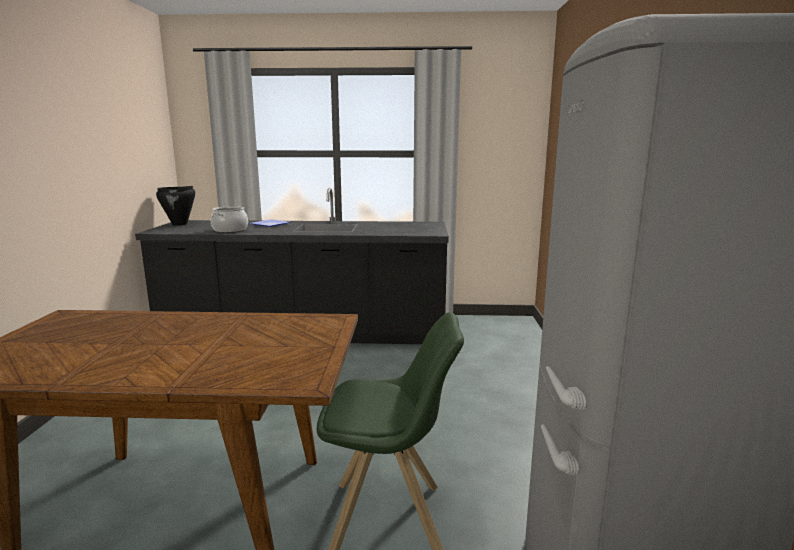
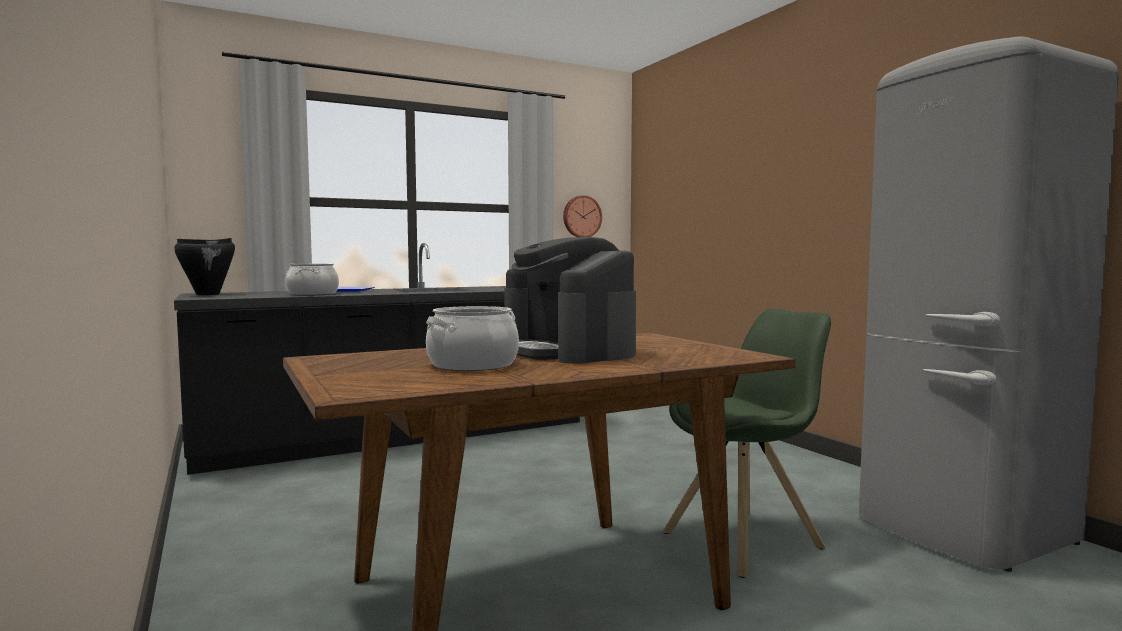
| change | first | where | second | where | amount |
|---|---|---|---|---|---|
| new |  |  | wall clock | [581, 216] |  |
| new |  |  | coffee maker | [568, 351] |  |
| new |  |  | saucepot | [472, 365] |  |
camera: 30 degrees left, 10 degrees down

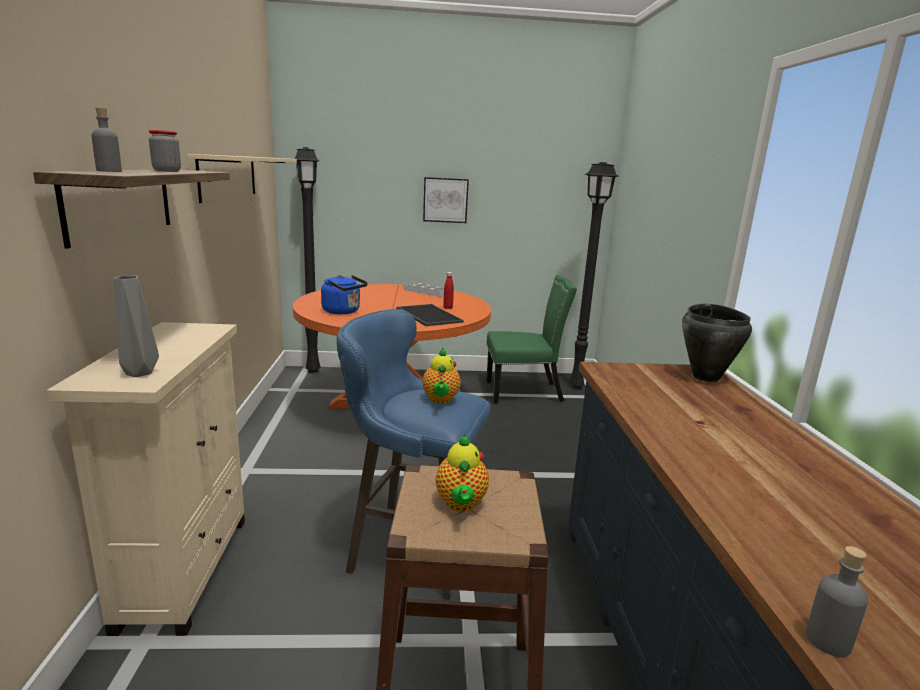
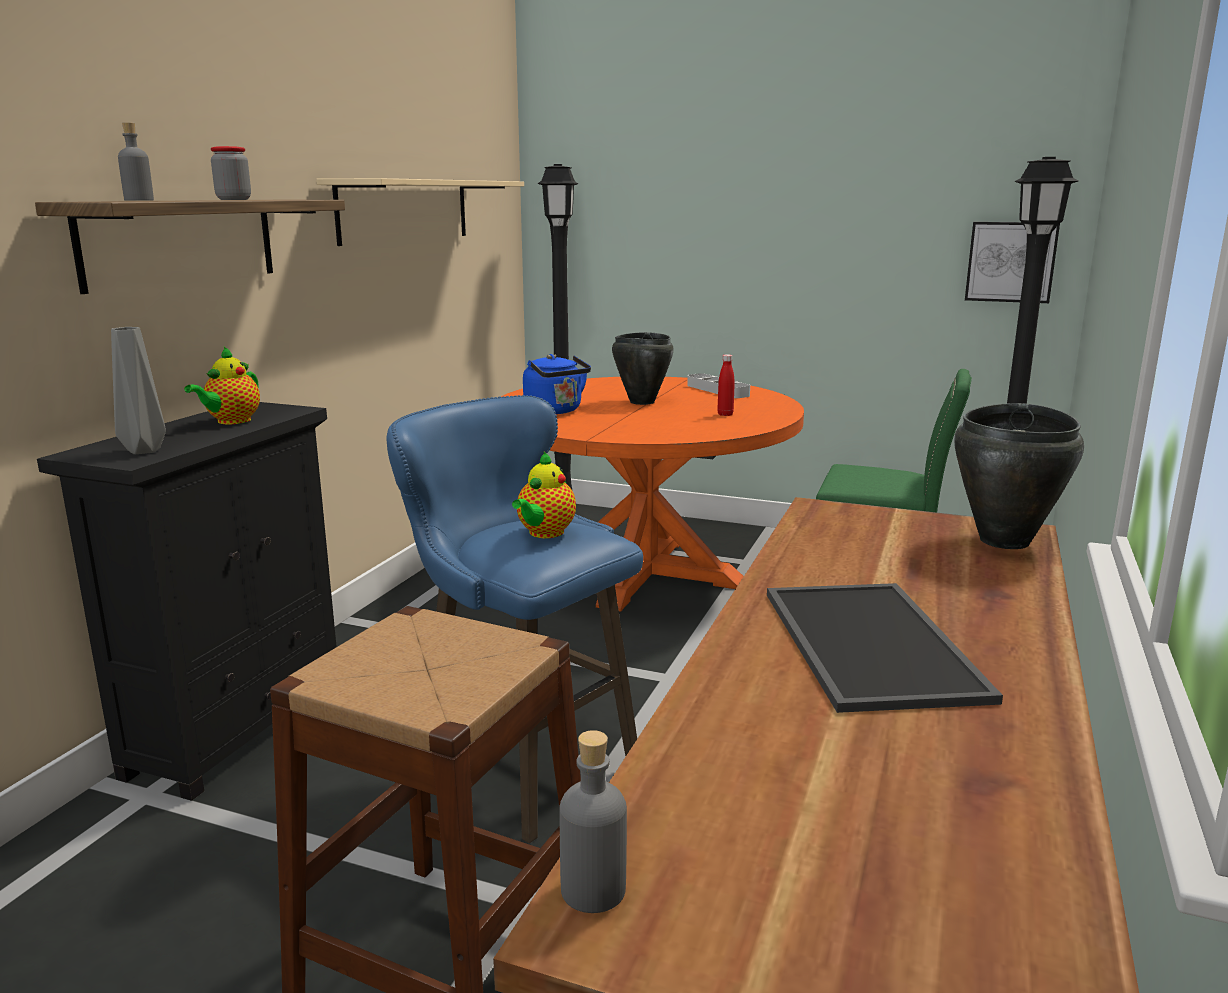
| change | first | where | second | where | amount |
|---|---|---|---|---|---|
| shifted | wall art | [445, 200] |  | [1011, 262] |  |
| shifted | tray | [427, 315] |  | [865, 642] |  |
| repainted | sand-coloured cupboard | [184, 569] | black-coloured cupboard | [237, 728] |  |
| shifted | tea pot | [461, 504] |  | [231, 421] |  |
| new |  |  | black-coloured saucepot | [641, 402] |  |
camera: 25 degrees right, 0 degrees up

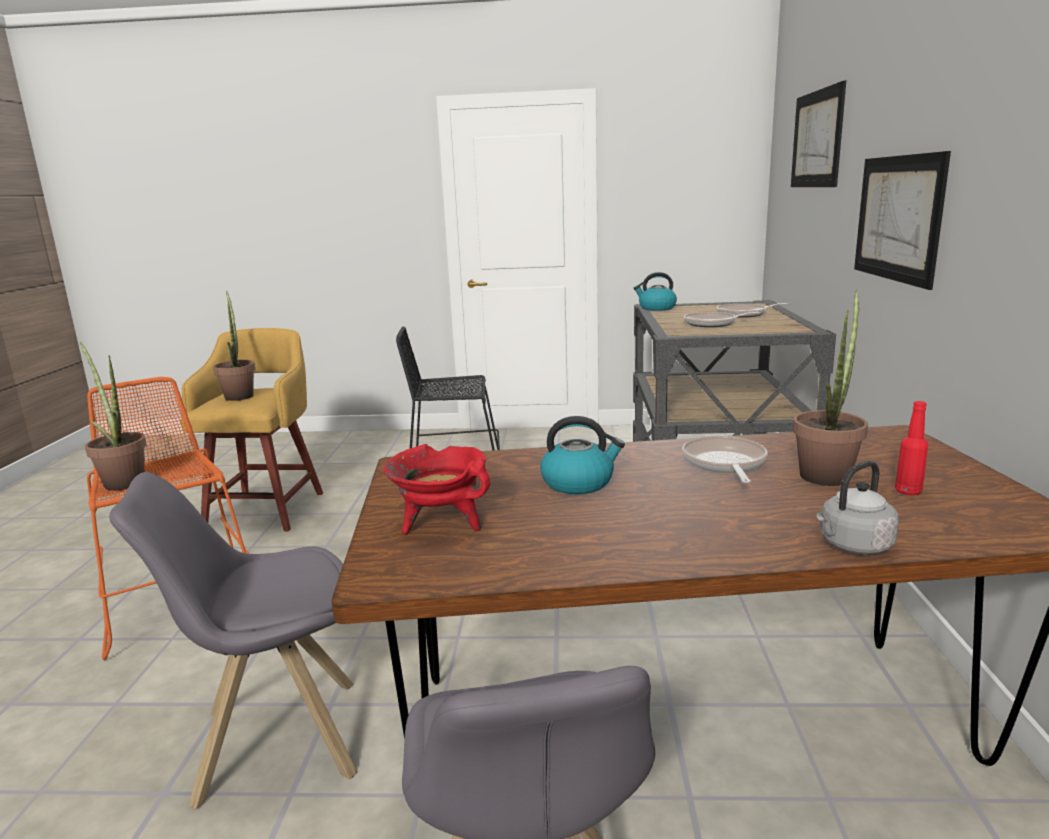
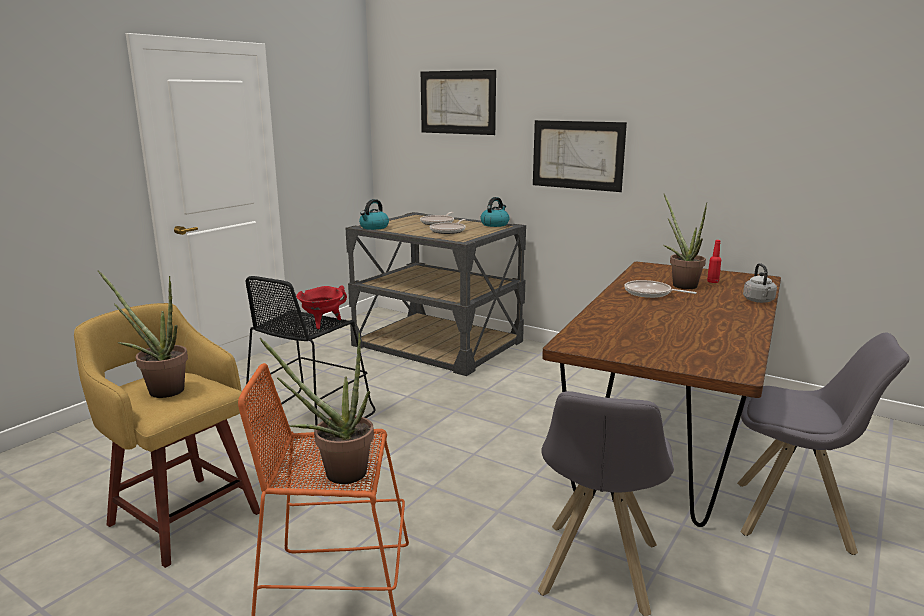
| change | first | where | second | where | amount |
|---|---|---|---|---|---|
| shifted | water kettle | [579, 482] |  | [495, 224] |  |
| shifted | red-coloured saucepot | [441, 524] |  | [322, 323] |  |
camera: 60 degrees left, 0 degrees up

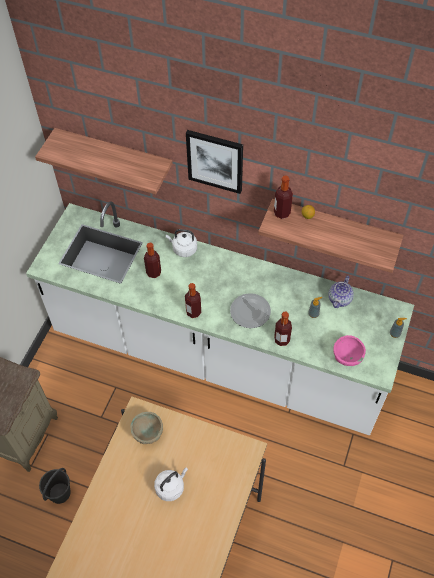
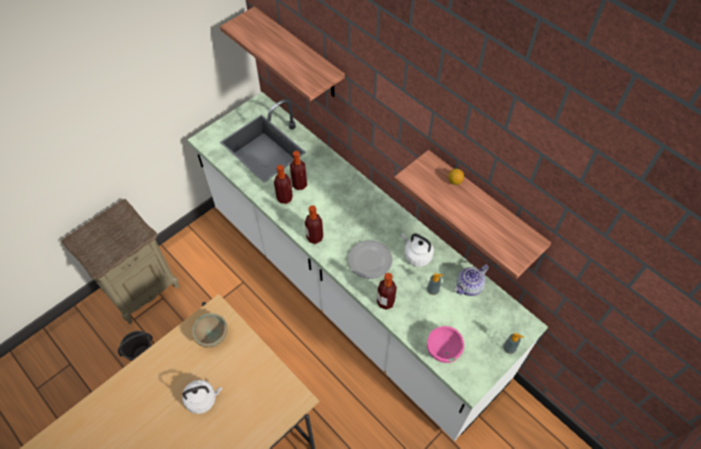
| change | first | where | second | where | amount |
|---|---|---|---|---|---|
| gone | wall art | [215, 161] |  |  |  |
| shifted | drink bottle | [282, 213] |  | [284, 198] |  |
| shifted | whitish water kettle | [183, 249] |  | [416, 255] |  |
camera: 25 degrees right, 0 degrees up

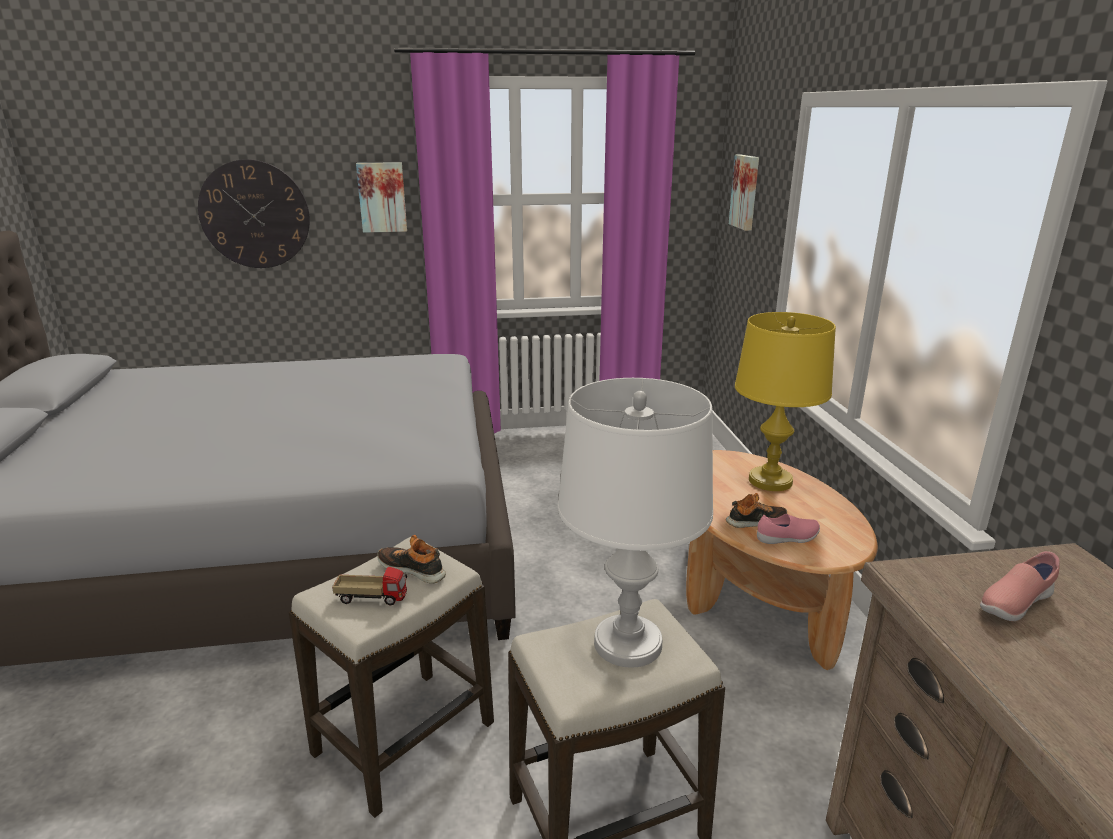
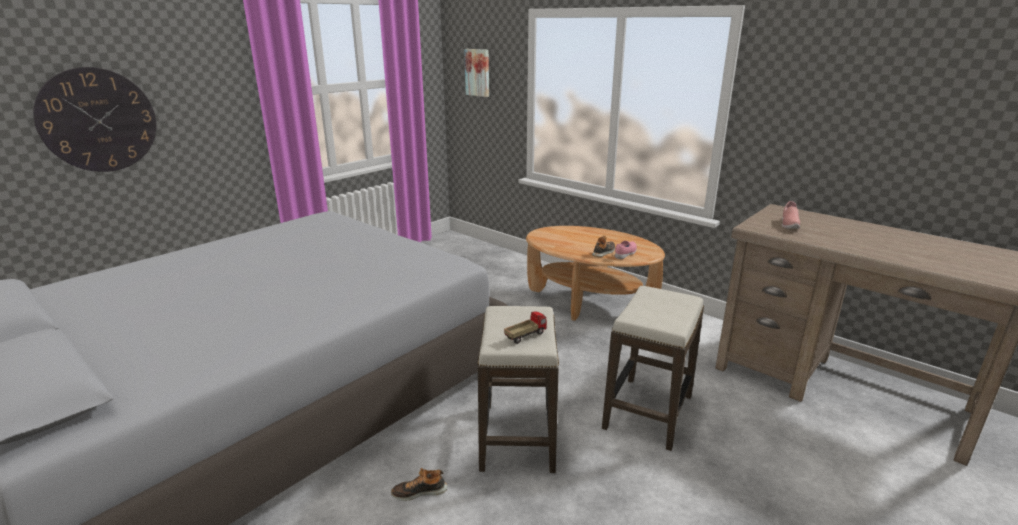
| change | first | where | second | where | amount |
|---|---|---|---|---|---|
| gone | wall art | [382, 197] |  |  |  |
| gone | yellow table lamp | [770, 481] |  |  |  |
| gone | whitish table lamp | [627, 643] |  |  |  |
| shifted | shoe | [412, 569] |  | [419, 491] |  |
camera: 40 degrees left, 0 degrees up

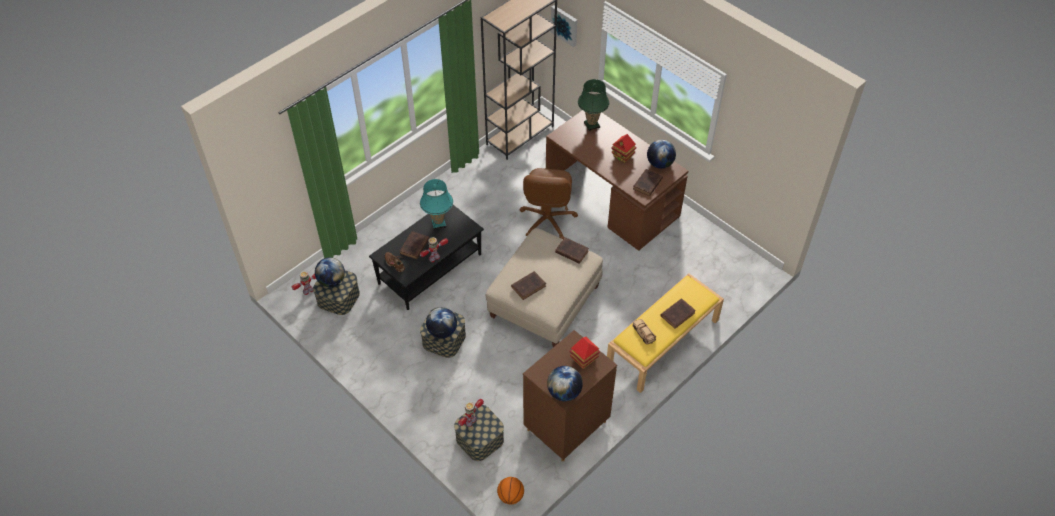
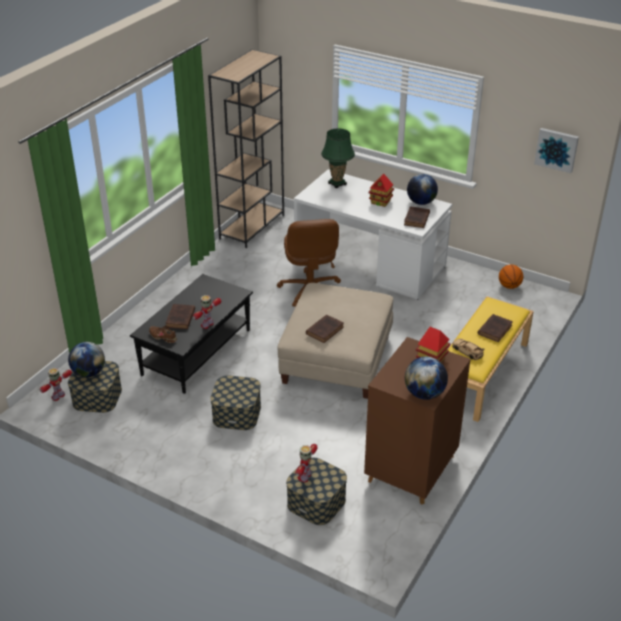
| change | first | where | second | where | amount |
|---|---|---|---|---|---|
| shifted | wall art | [565, 25] |  | [556, 149] |  |
| repainted | brownish desk unit | [612, 199] | whitish desk unit | [370, 263] |  |
| gone | blue-green table lamp | [438, 223] |  |  |  |
| gone | brownish bound book | [571, 251] |  |  |  |
| gone | world globe | [442, 331] |  |  |  |
| shifted | basketball | [510, 496] |  | [509, 286] |  |
camera: 15 degrees left, 15 degrees down

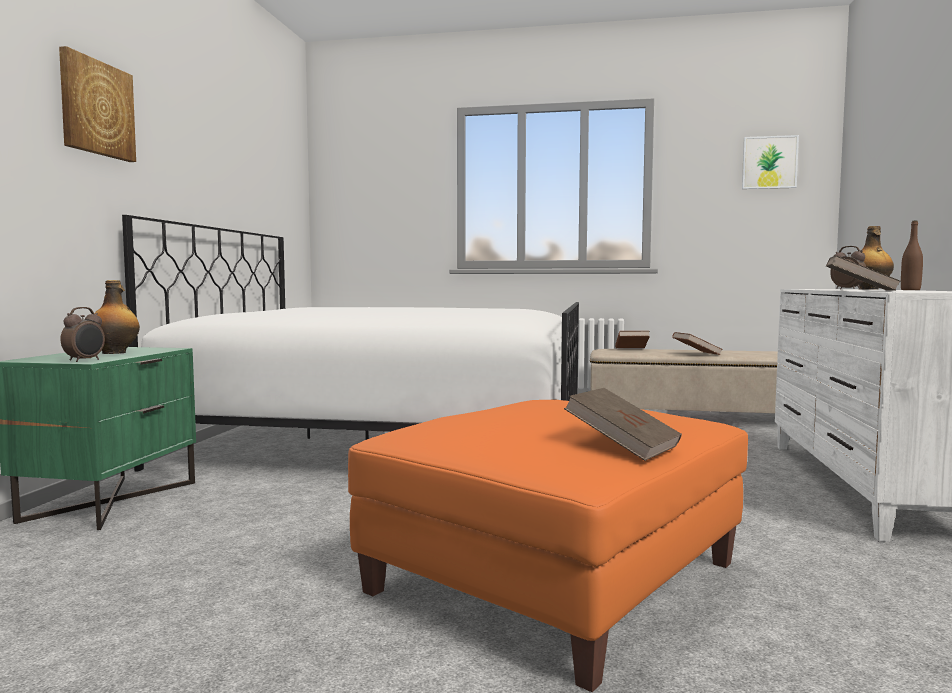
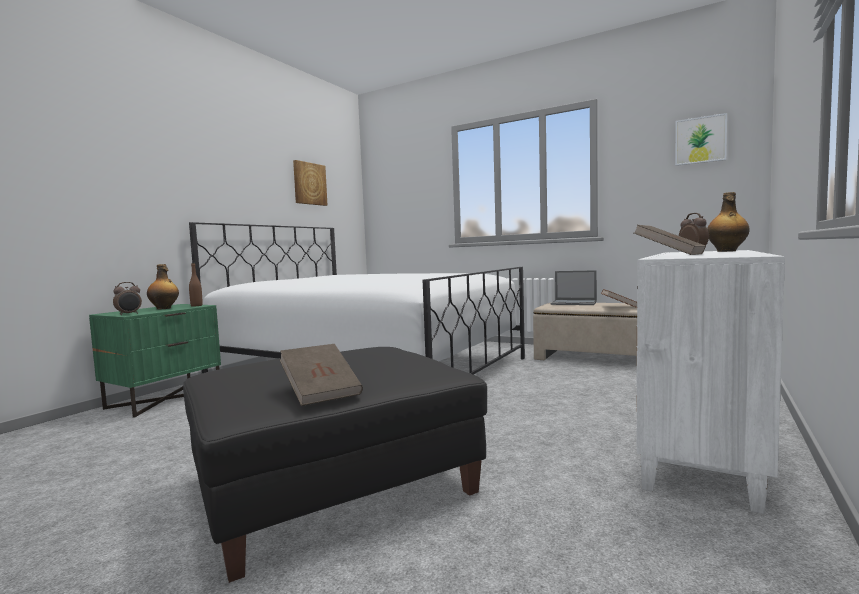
| change | first | where | second | where | amount |
|---|---|---|---|---|---|
| shifted | wall art | [96, 108] |  | [309, 184] |  |
| shifted | brownish drink bottle | [910, 290] |  | [196, 305] |  |
| swapped | brownish bound book | [631, 349] | laptop | [574, 303] |  |
| repainted | orange-coloured ottoman | [555, 576] | black-coloured ottoman | [334, 484] |  |
camera: 20 degrees right, 0 degrees up

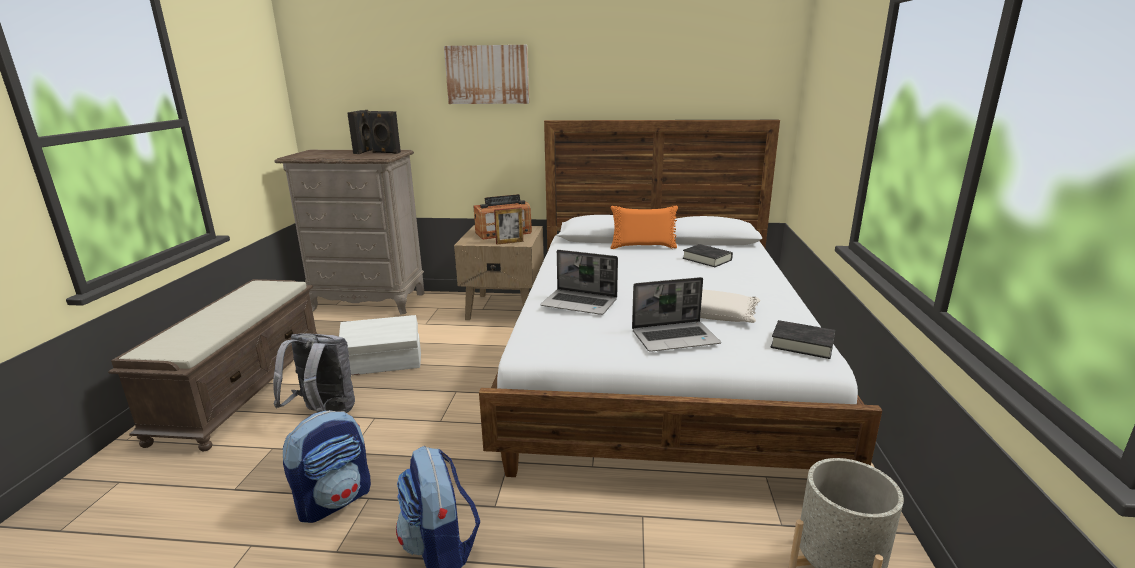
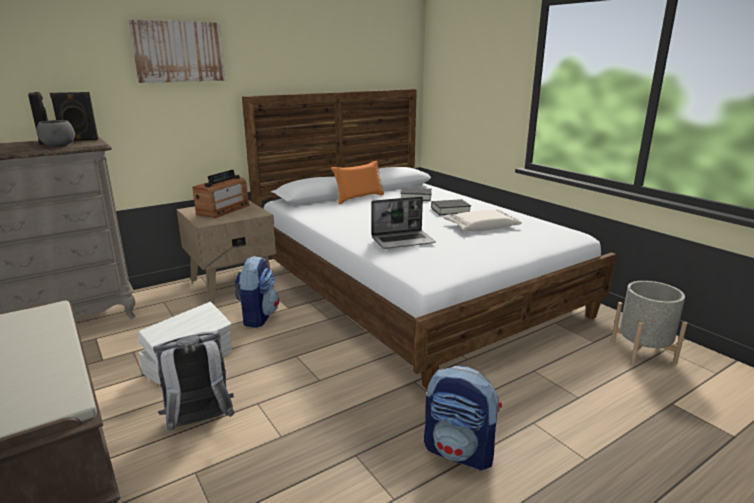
| change | first | where | second | where | amount |
|---|---|---|---|---|---|
| gone | picture frame | [509, 242] |  |  |  |
| gone | laptop | [675, 338] |  |  |  |
| shifted | black-coloured bound book | [802, 344] |  | [450, 210] |  |
| shifted | knapsack | [335, 500] |  | [258, 317] |  |
| new |  |  | grey bowl | [58, 146] |  |
camera: 40 degrees left, 0 degrees up

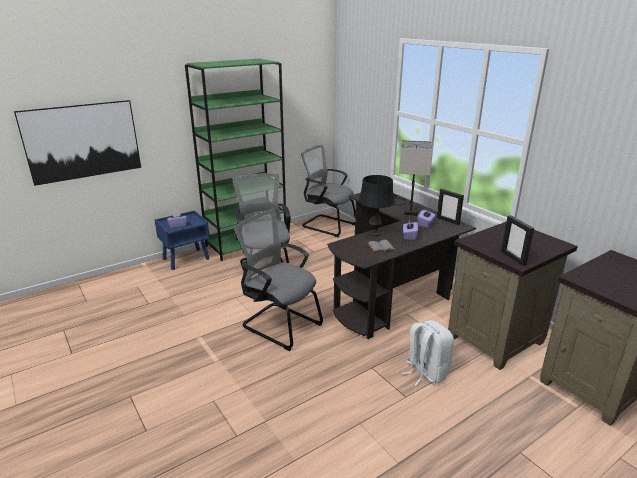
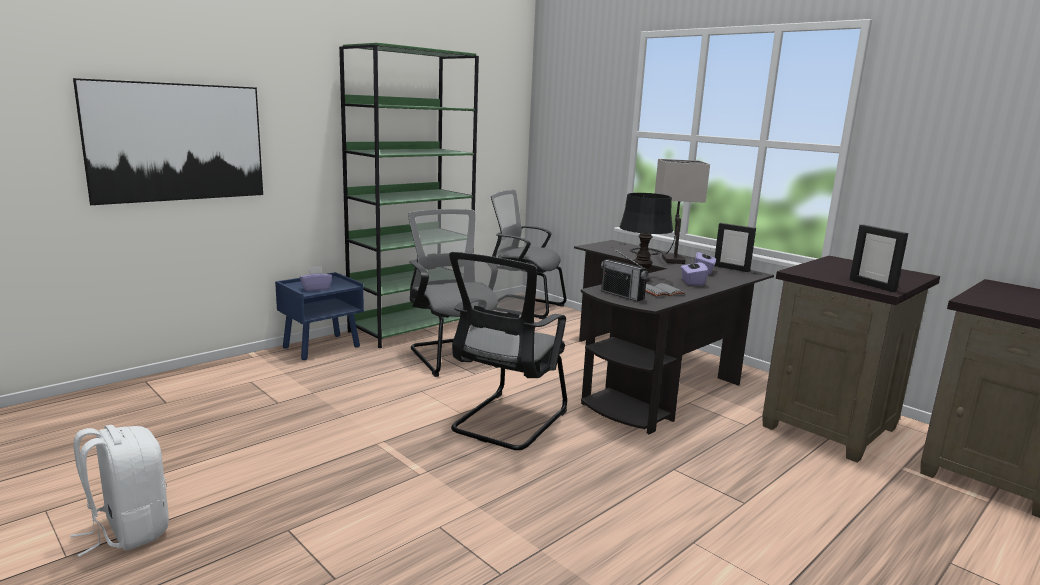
| change | first | where | second | where | amount |
|---|---|---|---|---|---|
| rotated | chair | [280, 324] |  | [506, 422] | 90 degrees counterclockwise |
| shifted | whitish knapsack | [425, 372] |  | [128, 530] |  |
| new |  |  | radio set | [622, 295] |  |
camera: 10 degrees left, 10 degrees down

